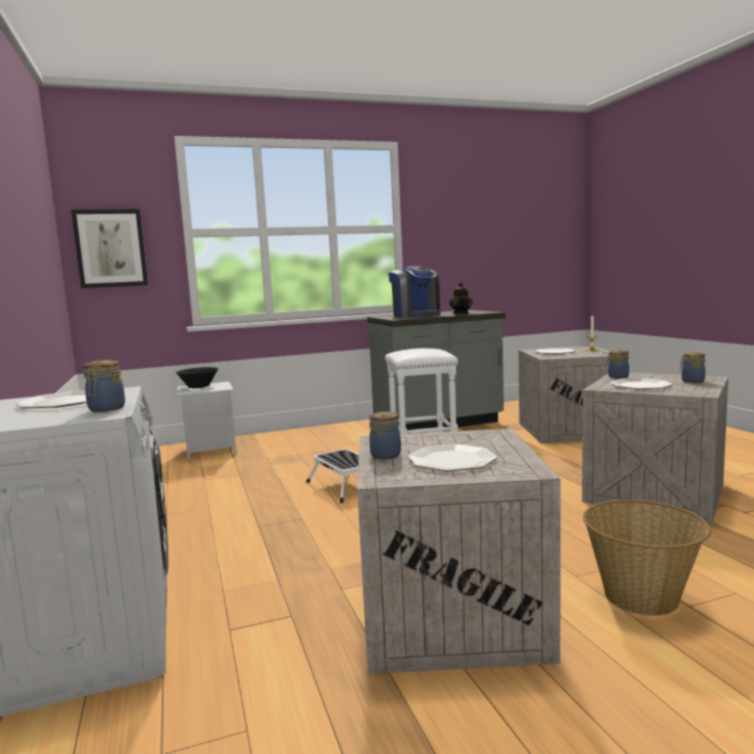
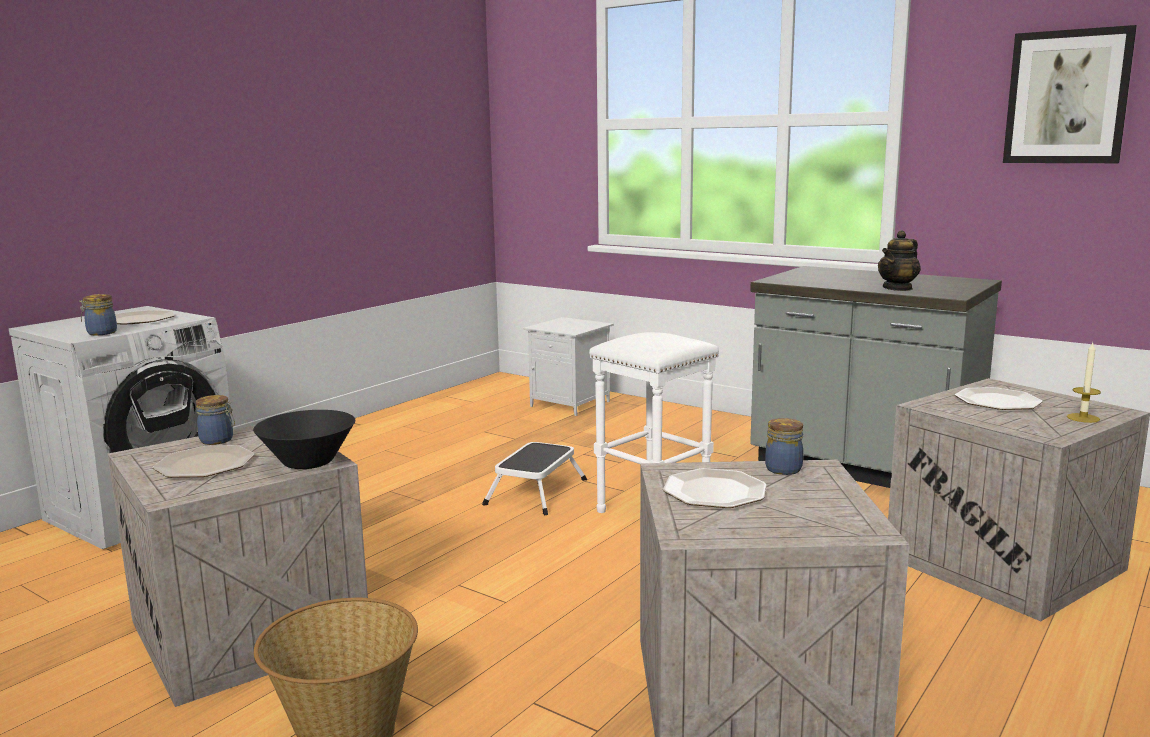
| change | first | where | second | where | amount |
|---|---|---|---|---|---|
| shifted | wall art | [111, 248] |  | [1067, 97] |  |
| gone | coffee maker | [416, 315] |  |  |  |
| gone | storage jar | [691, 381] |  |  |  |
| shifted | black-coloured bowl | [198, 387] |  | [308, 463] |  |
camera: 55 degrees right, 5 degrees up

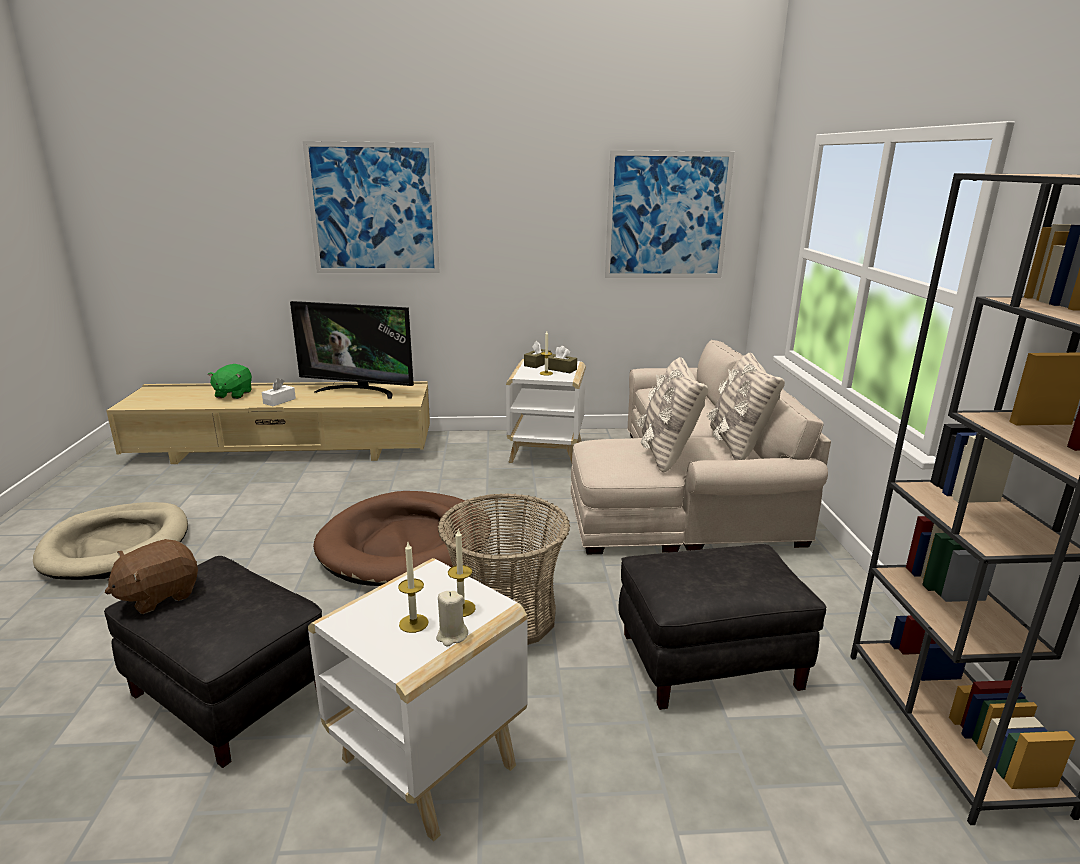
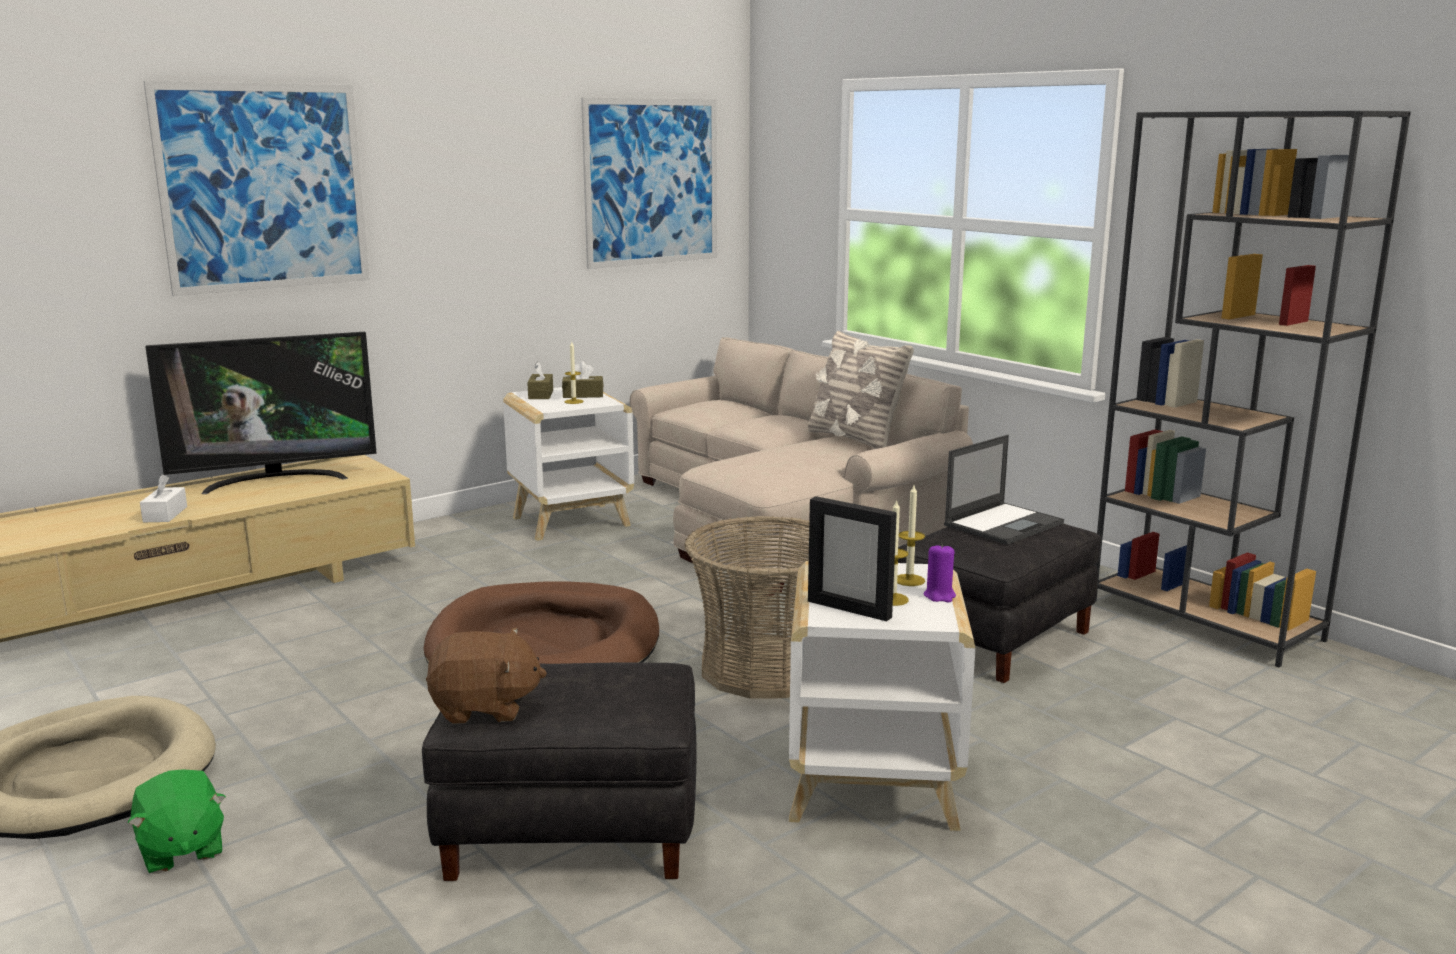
| change | first | where | second | where | amount |
|---|---|---|---|---|---|
| gone | sand-coloured throw pillow | [665, 453] |  |  |  |
| shifted | greenish cuddly toy | [233, 394] |  | [181, 850] |  |
| rotated | brownish cuddly toy | [159, 595] |  | [485, 708] | 105 degrees counterclockwise |
| repainted | sand-coloured candle | [451, 636] | purplish candle | [939, 596] |  |
| new |  |  | laptop | [1004, 524] |  |
| new |  |  | picture frame | [850, 608] |  |
camera: 35 degrees left, 5 degrees down

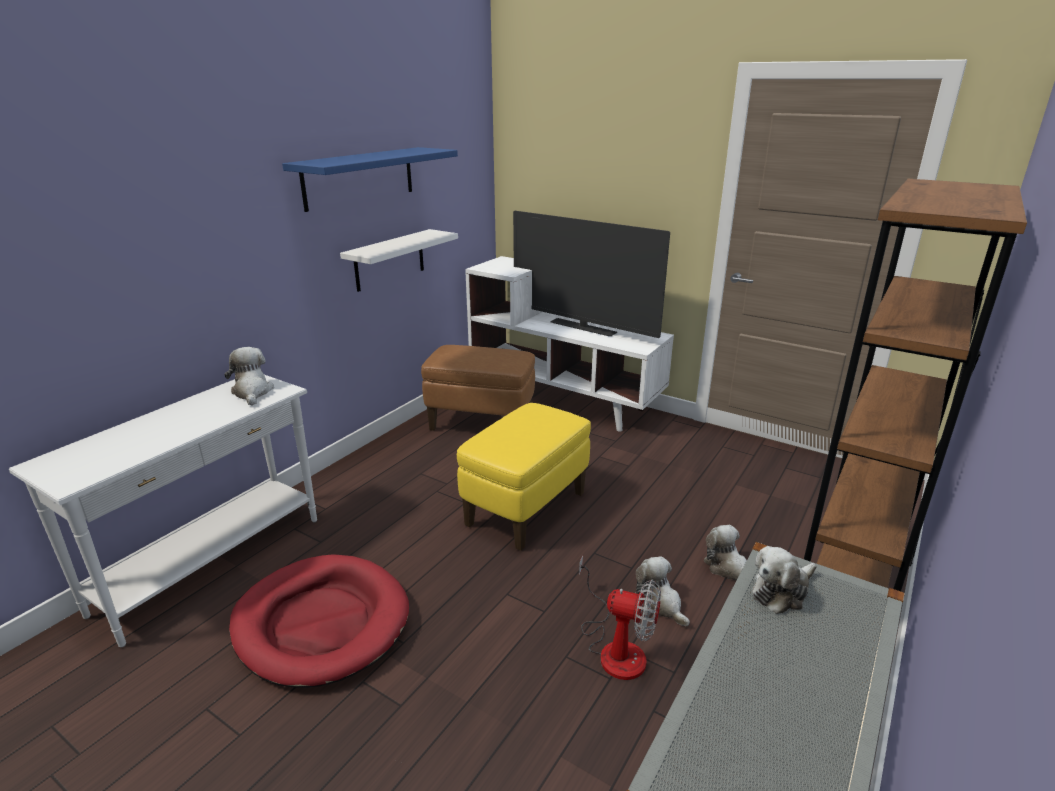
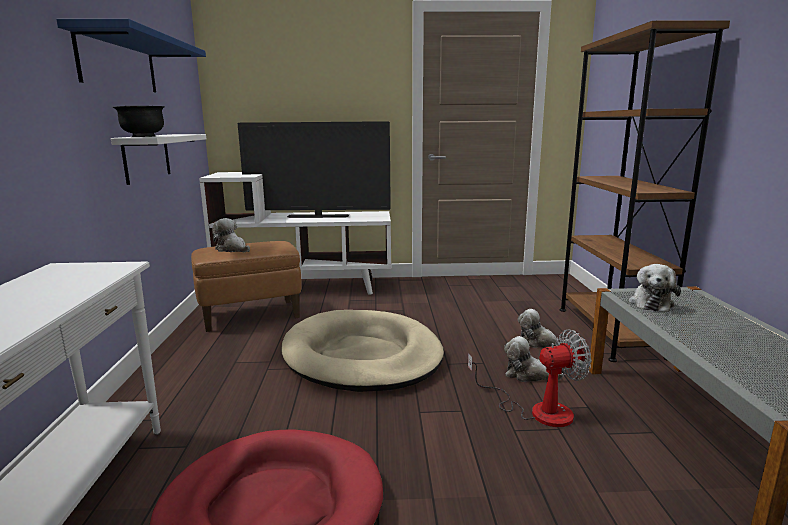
| change | first | where | second | where | amount |
|---|---|---|---|---|---|
| shifted | cuddly toy | [252, 392] |  | [232, 249] |  |
| swapped | yellow ottoman | [526, 509] | sand-coloured dog cushion | [362, 356] |  |
| new |  |  | black-coloured bowl | [143, 136] |  |
camera: 35 degrees left, 10 degrees down

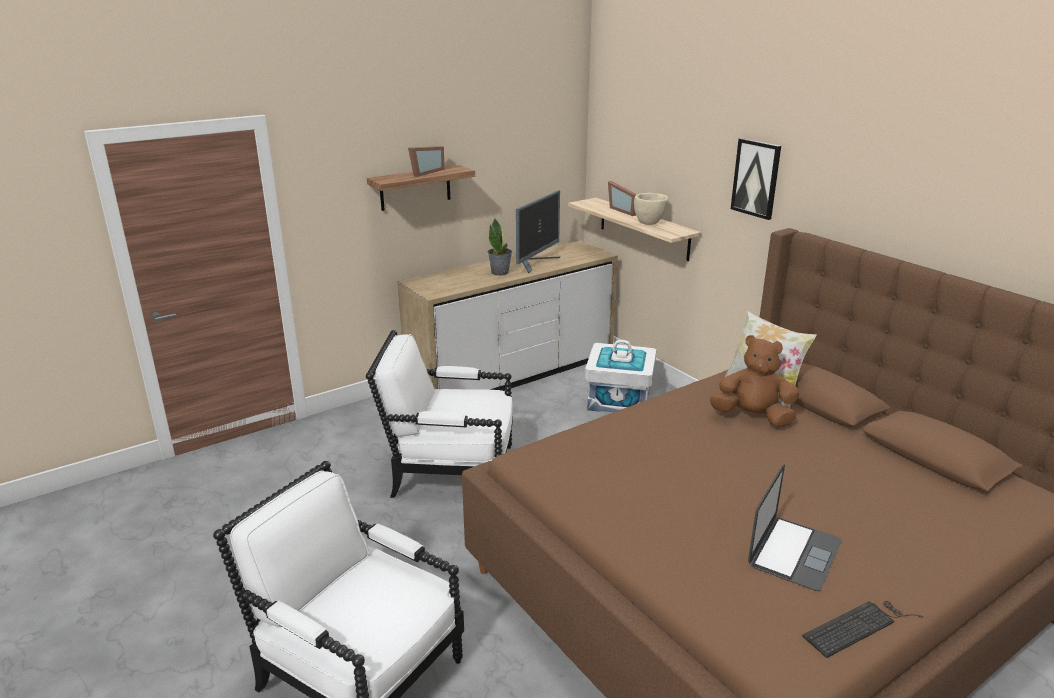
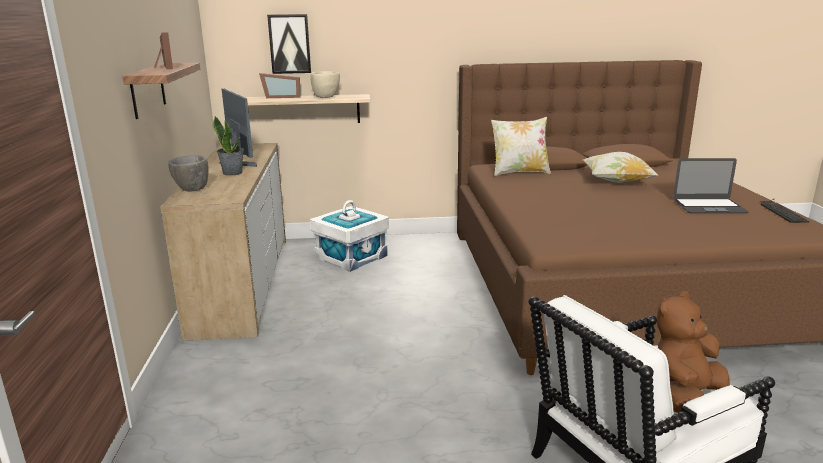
| change | first | where | second | where | amount |
|---|---|---|---|---|---|
| shifted | wall art | [756, 178] |  | [289, 44] |  |
| gone | whitish armchair | [448, 469] |  |  |  |
| shifted | brownish cuddly toy | [752, 417] |  | [684, 396] |  |
| rotated | laptop | [794, 552] |  | [709, 206] | 120 degrees clockwise |
| new |  |  | throw pillow | [616, 182] |  |
| new |  |  | grey bowl | [192, 190] |  |
camera: 60 degrees left, 5 degrees down

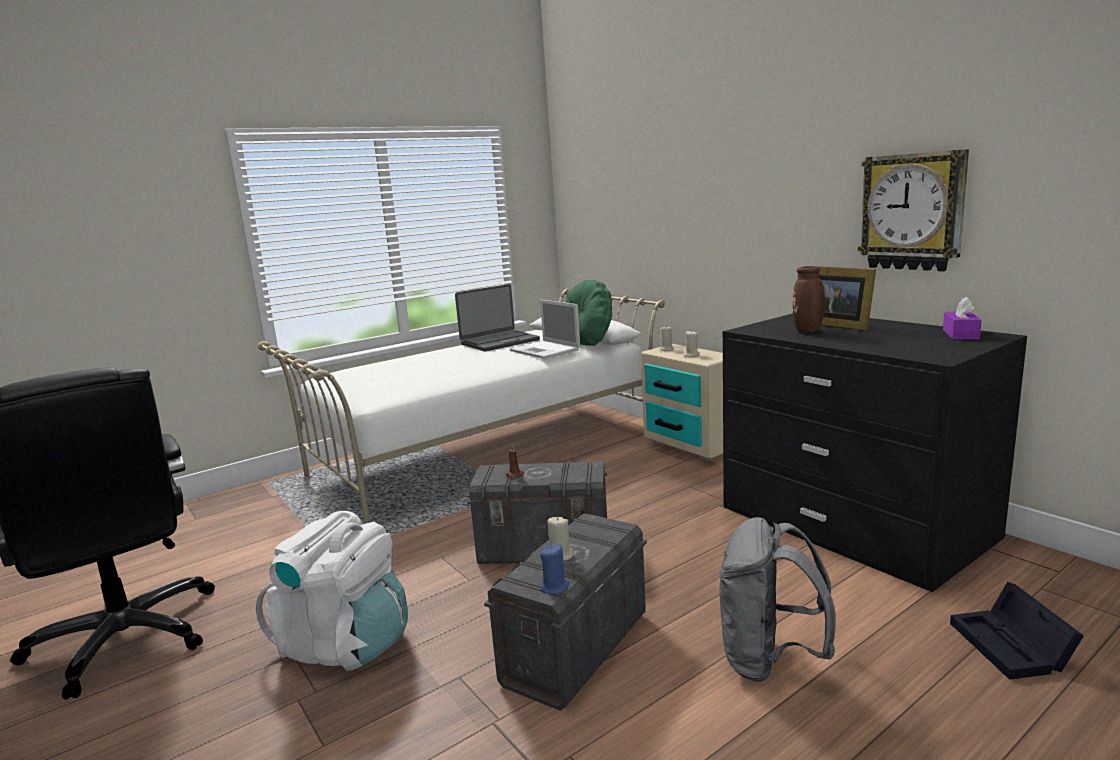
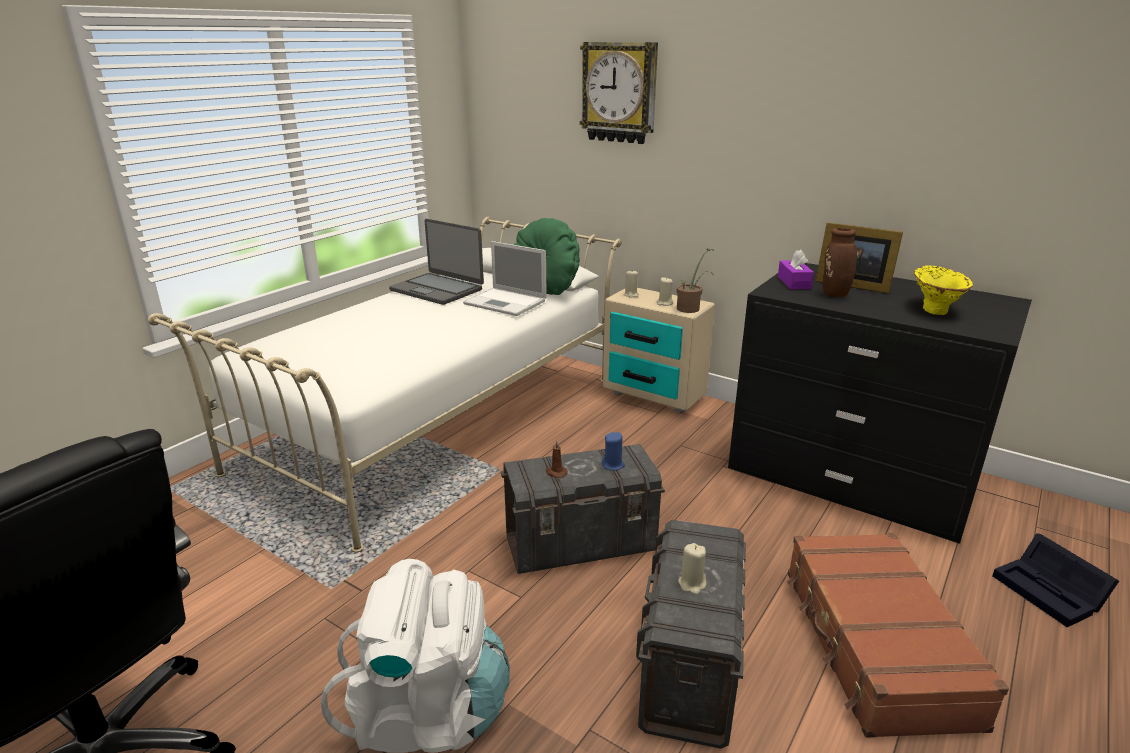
| change | first | where | second | where | amount |
|---|---|---|---|---|---|
| shifted | wall clock | [912, 212] |  | [619, 93] |  |
| rotated | laptop | [499, 342] |  | [437, 290] | 90 degrees clockwise |
| shifted | purplish box of tissues | [960, 334] |  | [794, 283] |  |
| swapped | grey knapsack | [769, 660] | brownish suitcase | [875, 645] |  |
| shifted | blue candle | [555, 587] |  | [613, 465] |  |
| new |  |  | houseplant | [691, 308] |  |
| new |  |  | yellow decorative vase | [935, 309] |  |
camera: 20 degrees left, 10 degrees up

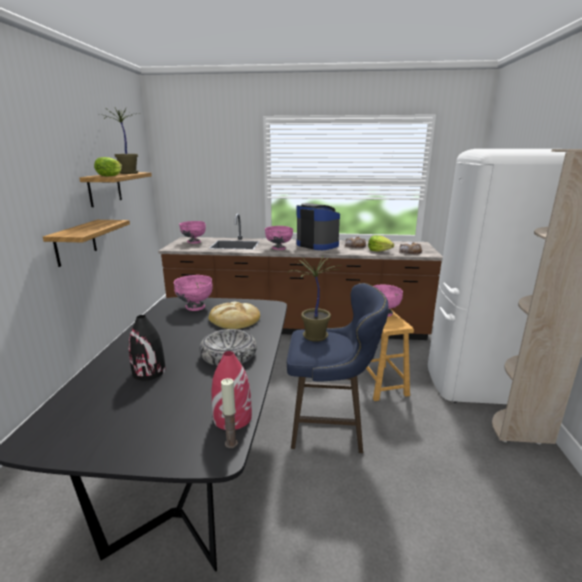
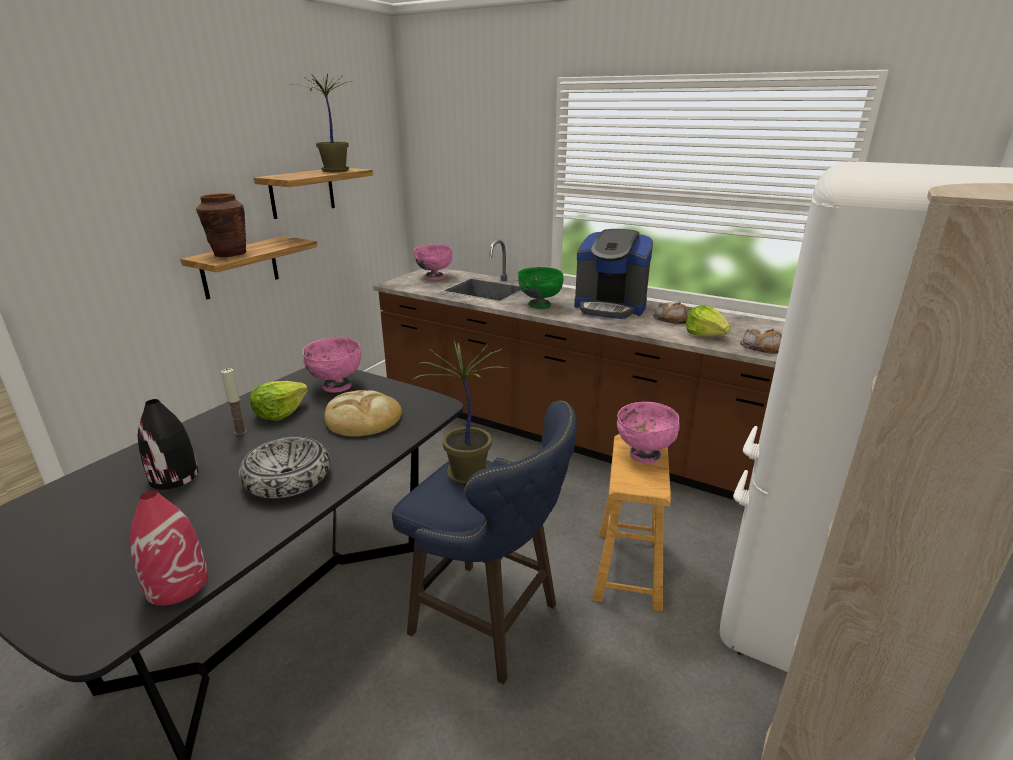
| change | first | where | second | where | amount |
|---|---|---|---|---|---|
| shifted | head of lettuce | [110, 176] |  | [280, 413] |  |
| rotated | coffee maker | [317, 245] |  | [610, 307] | 135 degrees clockwise |
| repainted | pink bowl | [279, 248] | greenish bowl | [539, 305] |  |
| shifted | candle | [231, 443] |  | [240, 432] |  |
| new |  |  | brownish decorative vase | [230, 254] |  |
camera: 25 degrees right, 5 degrees up

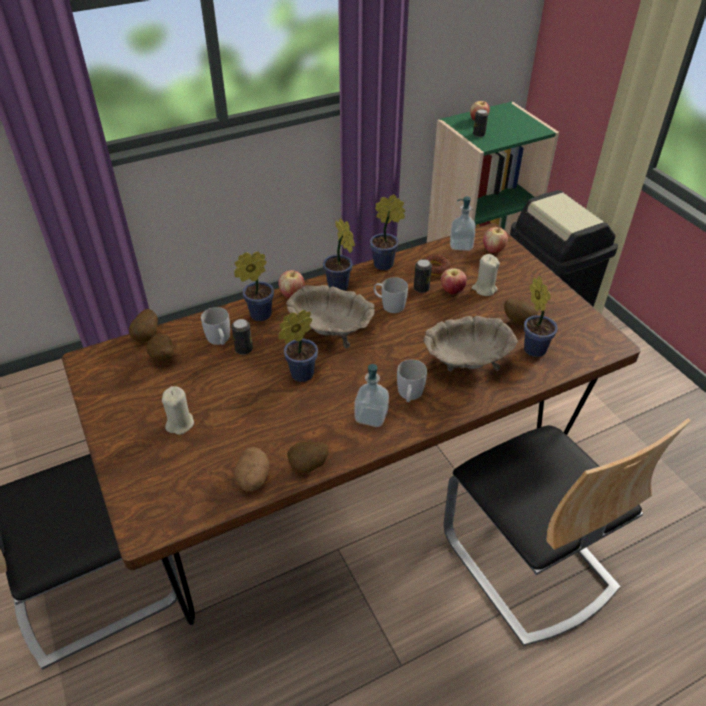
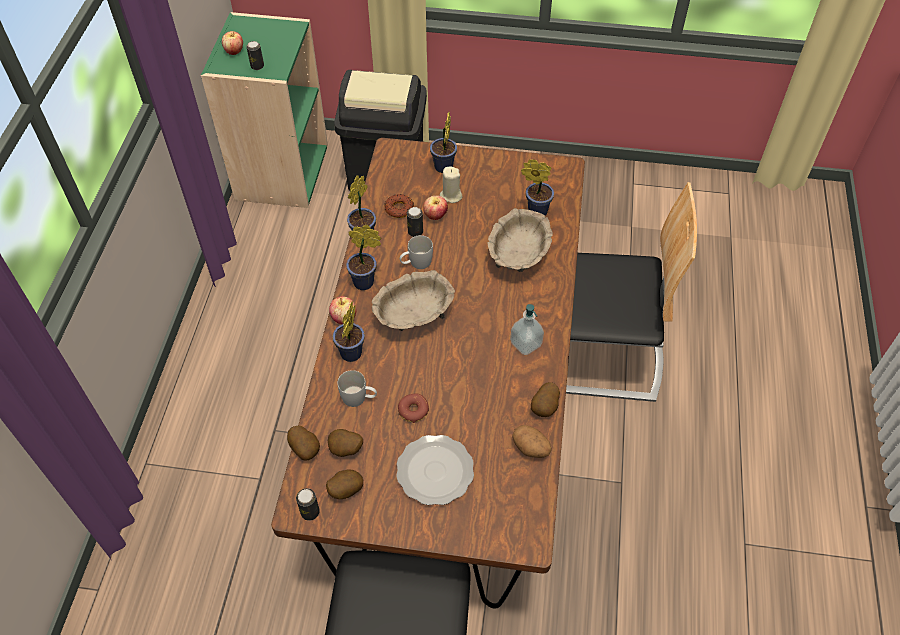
| change | first | where | second | where | amount |
|---|---|---|---|---|---|
| gone | soap bottle | [461, 245] |  |  |  |
| gone | apple | [493, 249] |  |  |  |
| shifted | potato | [519, 321] |  | [345, 490] |  |
| shifted | houseplant | [299, 375] |  | [443, 168] |  |
| shifted | sealed can | [244, 349] |  | [310, 512] |  |
| gone | whitish mug | [409, 395] |  |  |  |
| swapped | sand-coloured candle | [180, 423] | plate | [436, 471] |  |
| new |  |  | ring doughnut | [413, 410] |  |
camera: 55 degrees left, 10 degrees up

